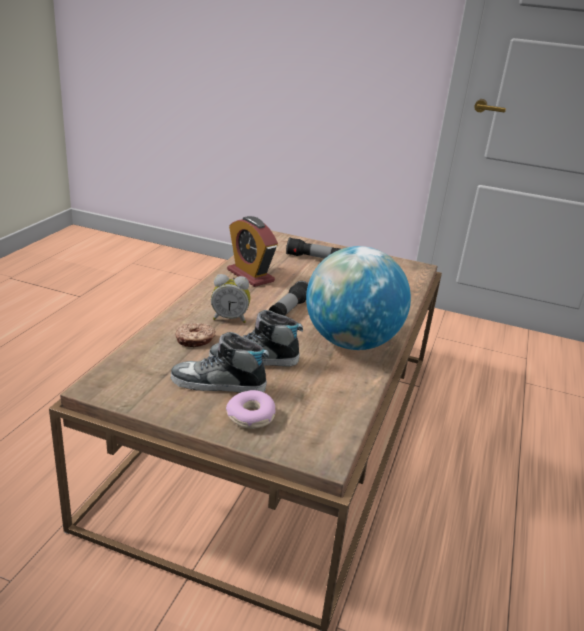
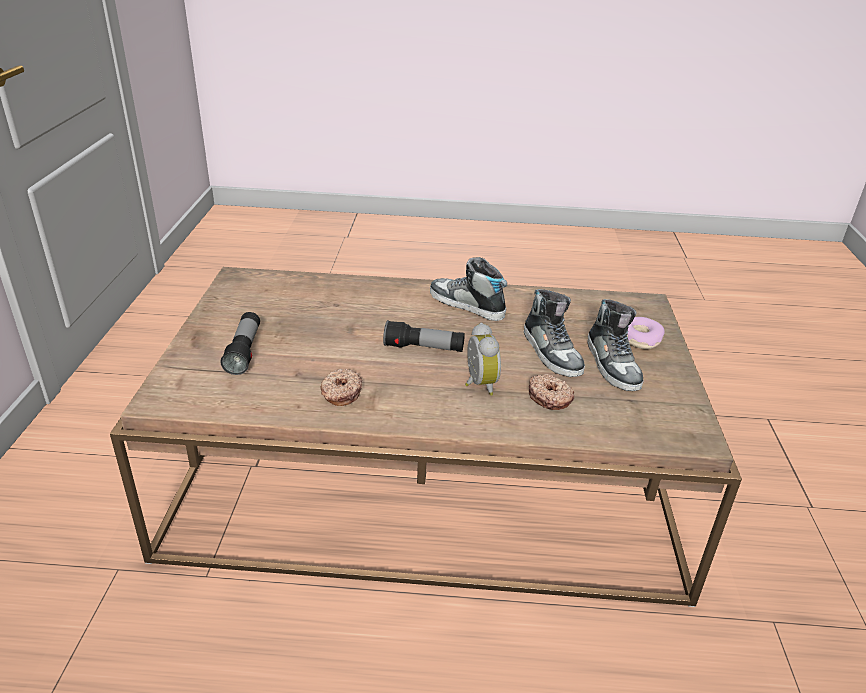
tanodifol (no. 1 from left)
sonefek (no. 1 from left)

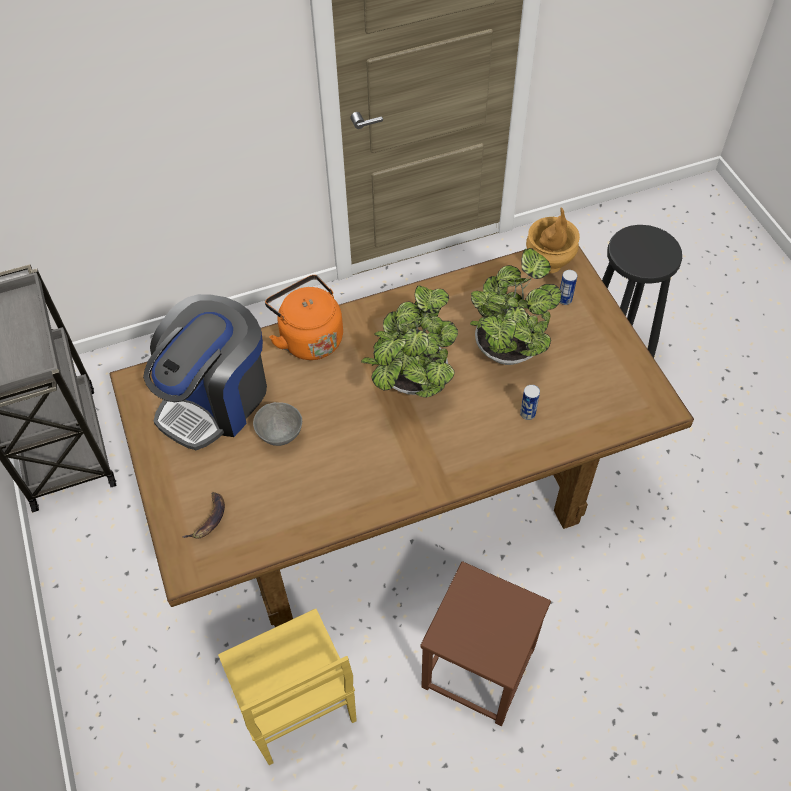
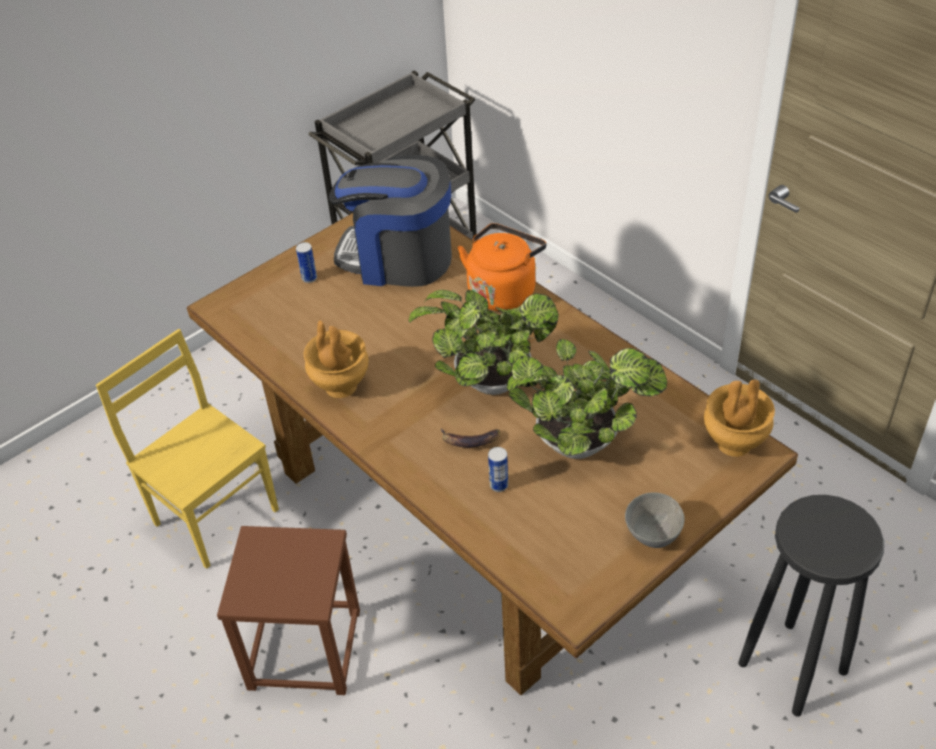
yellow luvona
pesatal (no. 1 from left)
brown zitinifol (no. 1 from left)
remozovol
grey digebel

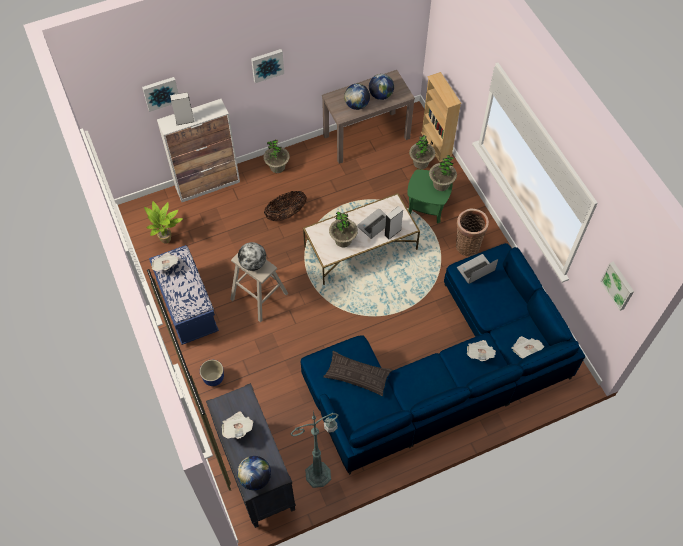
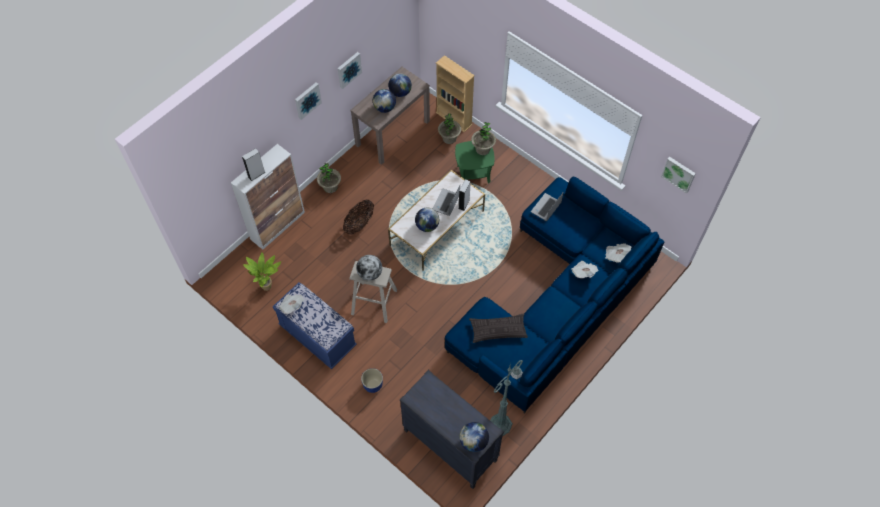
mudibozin (no. 2 from left)
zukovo (no. 4 from left)
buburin (no. 2 from left in the first image)
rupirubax (no. 2 from left in the first image)

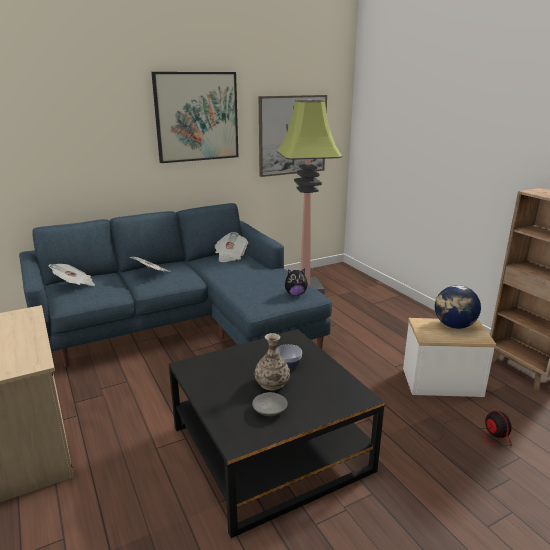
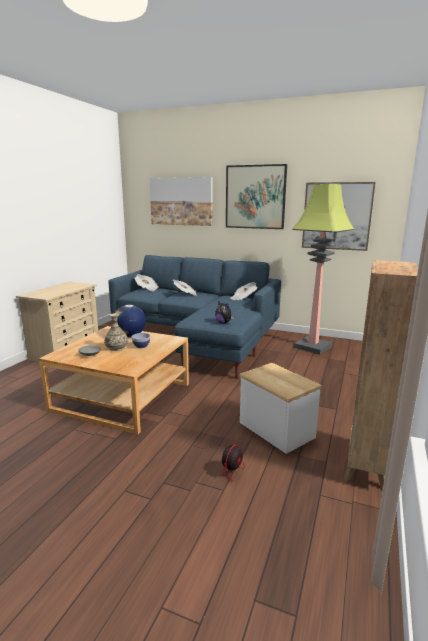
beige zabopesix
zukovo
mudibozin (no. 1 from left)

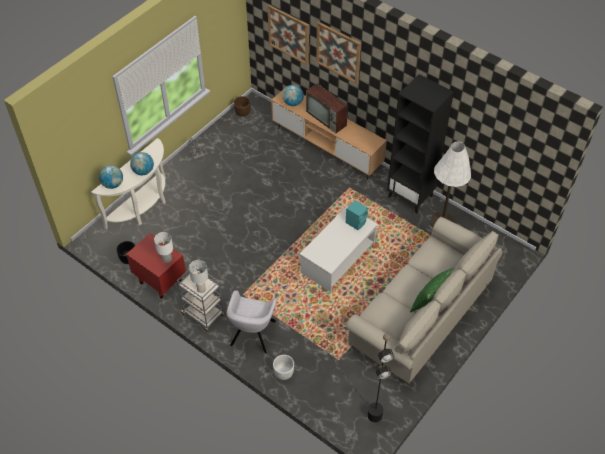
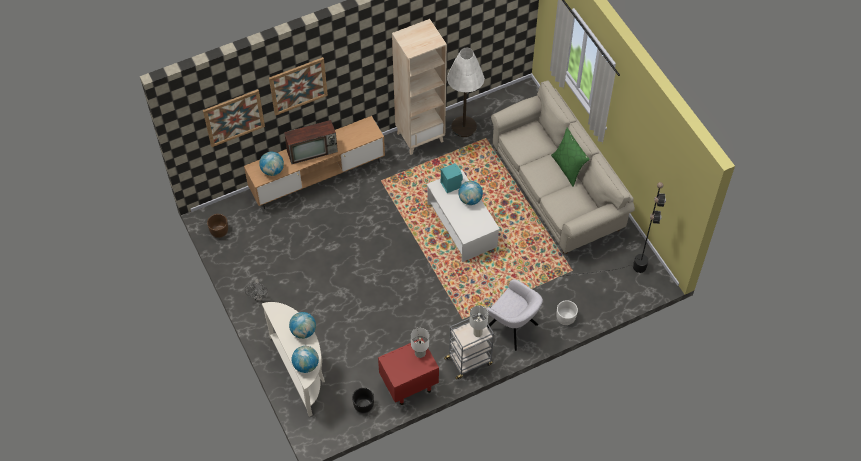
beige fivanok
zukovo (no. 4 from left)

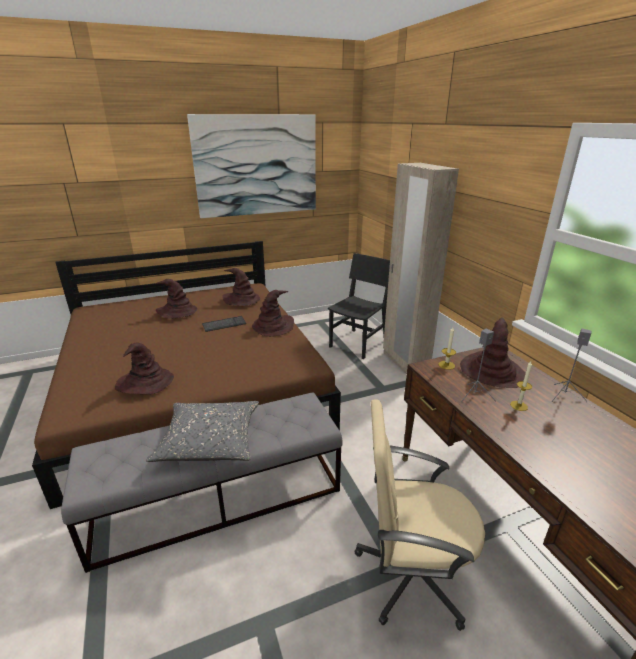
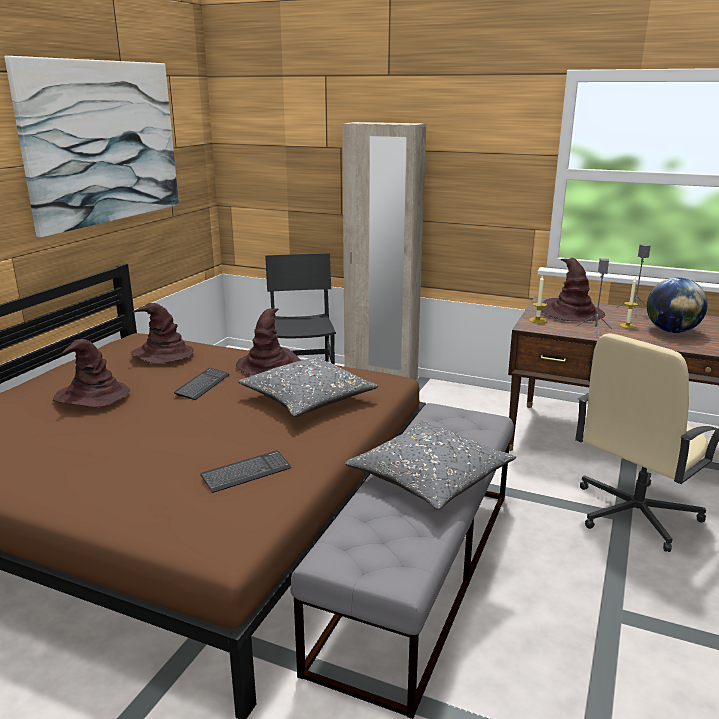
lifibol (no. 2 from left)
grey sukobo (no. 1 from left)
zukovo

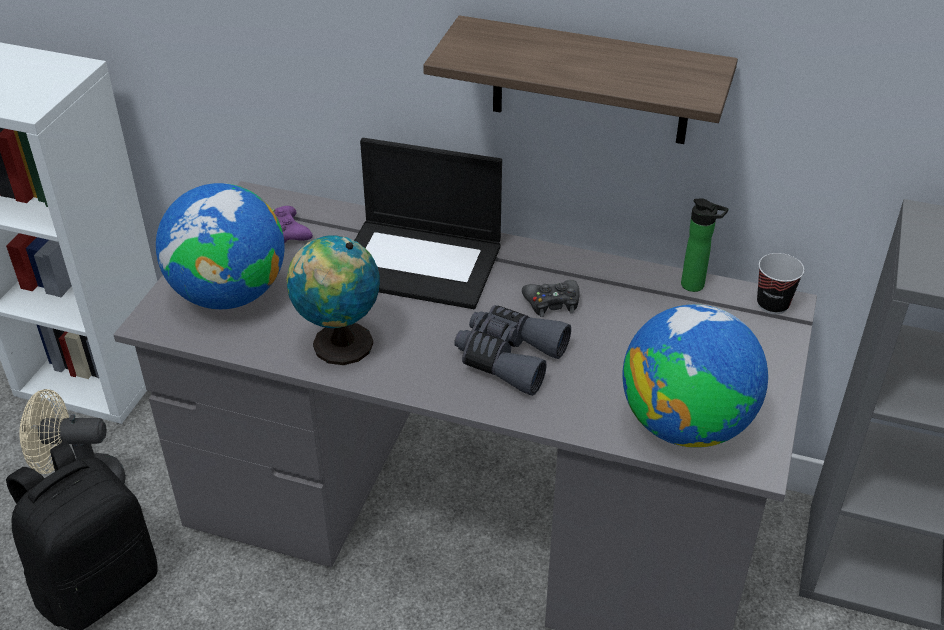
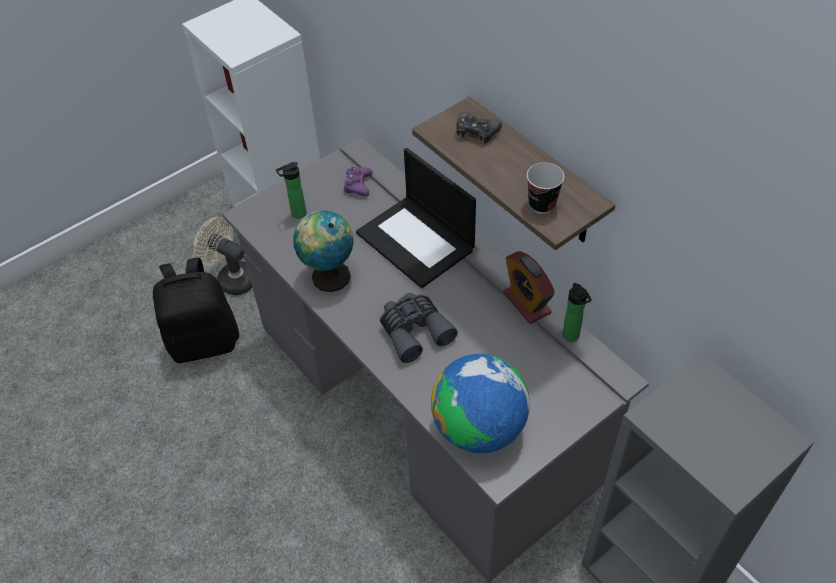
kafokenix (no. 1 from left)
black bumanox
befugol
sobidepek

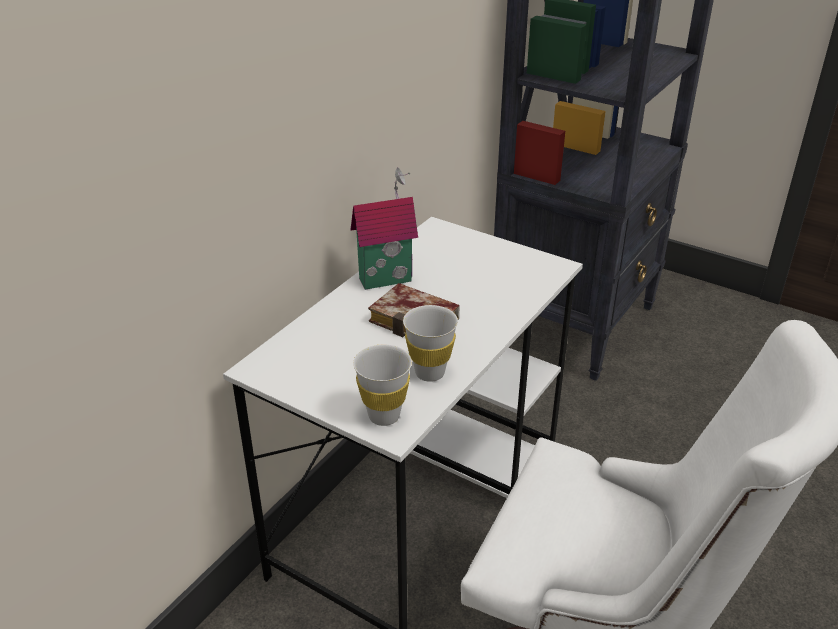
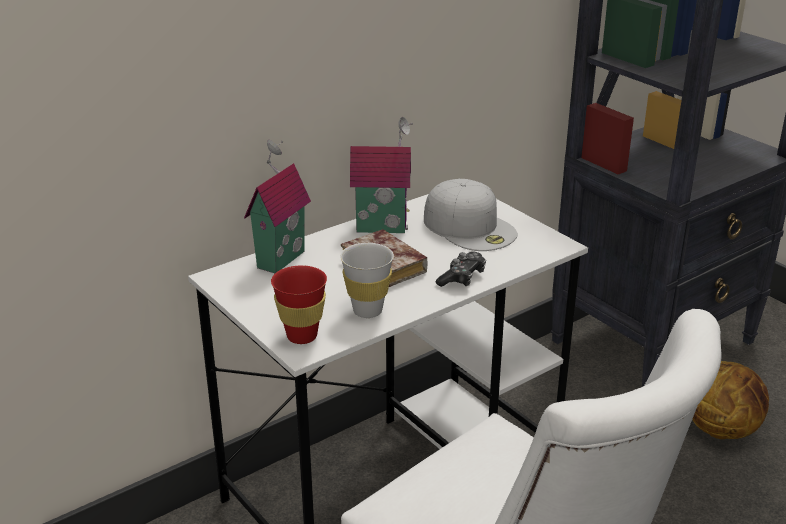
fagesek (no. 1 from left)
red sobidepek
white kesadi
bumanox
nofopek

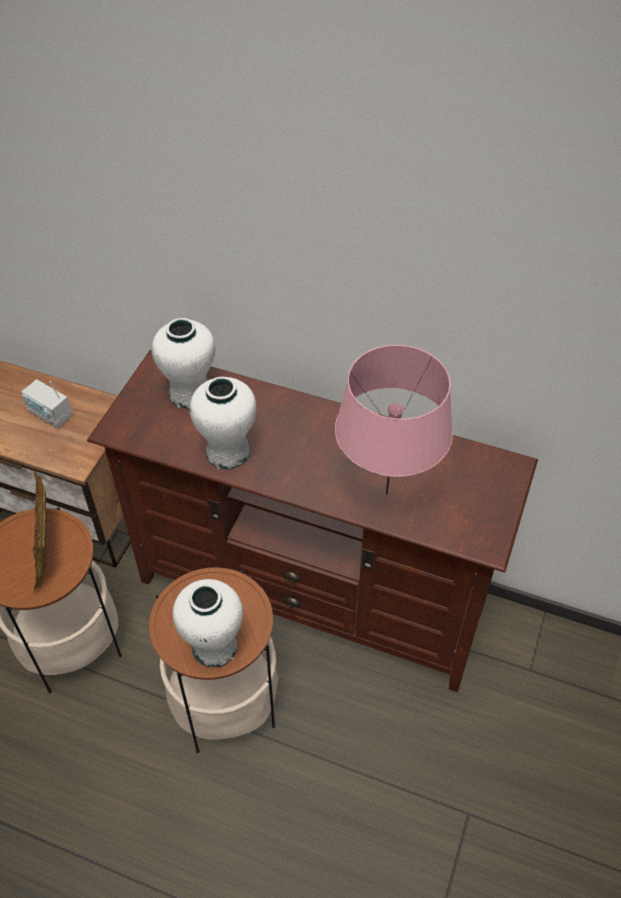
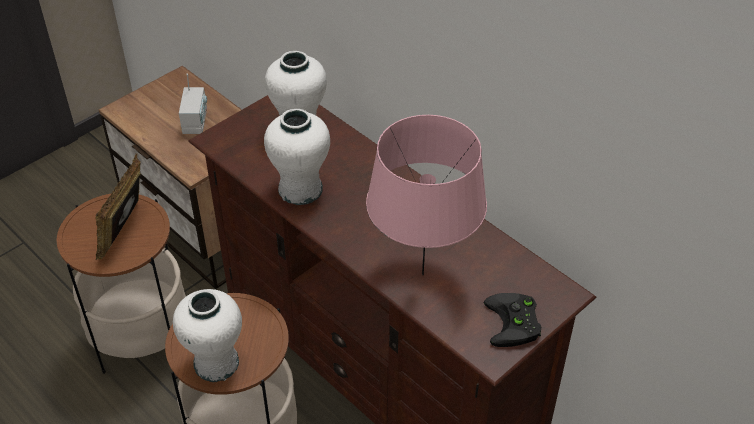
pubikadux
black bumanox

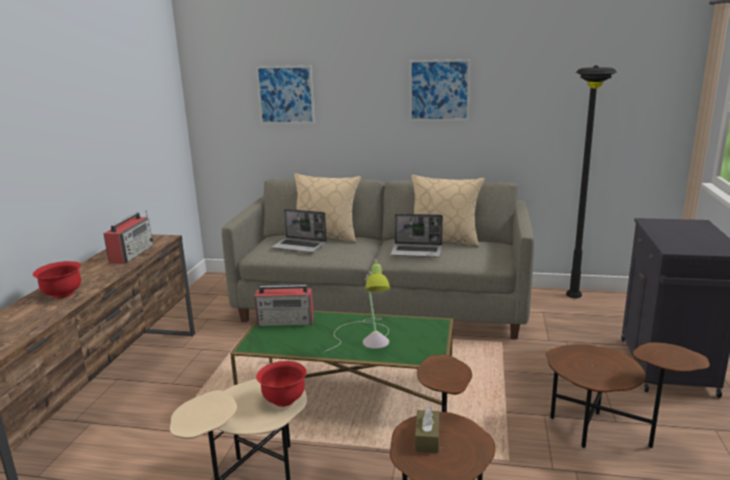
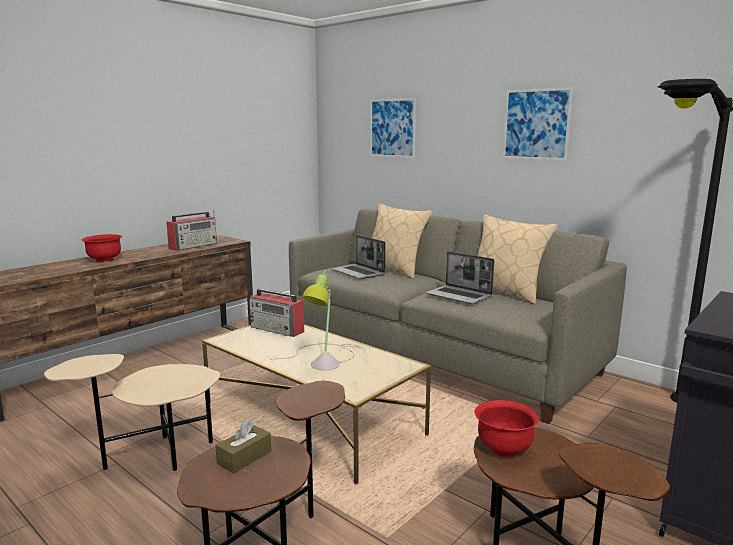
beige zabopesix
red digebel (no. 2 from left)

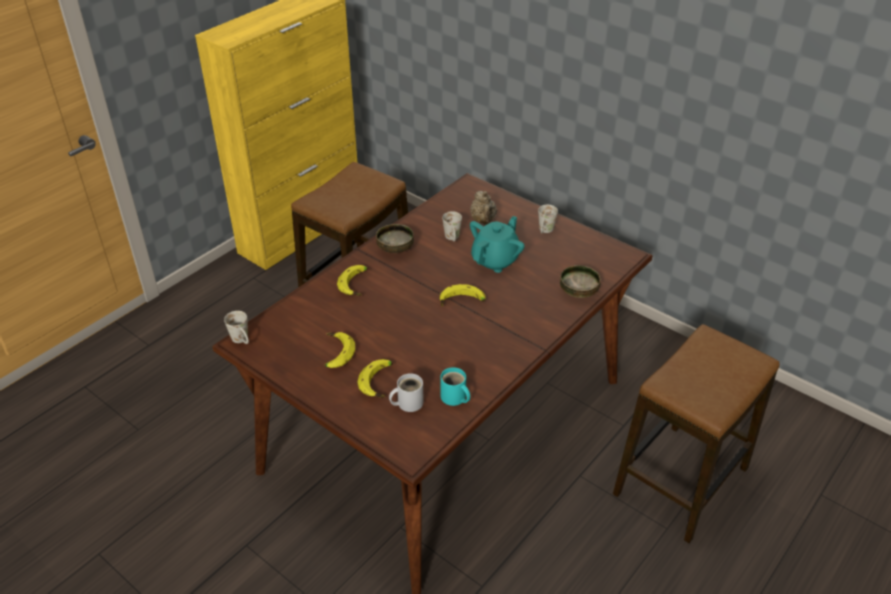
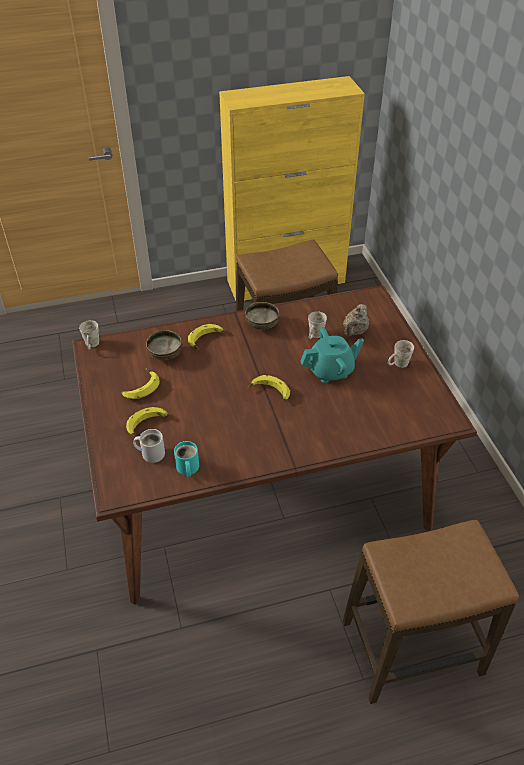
digebel (no. 1 from left)

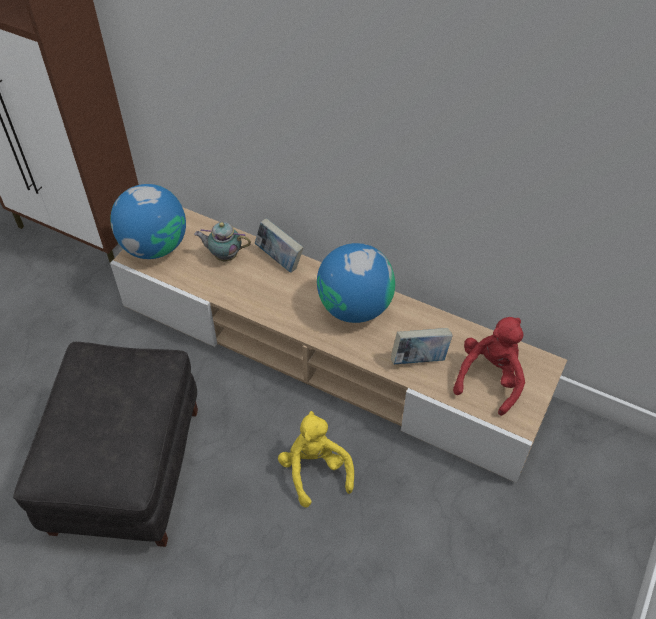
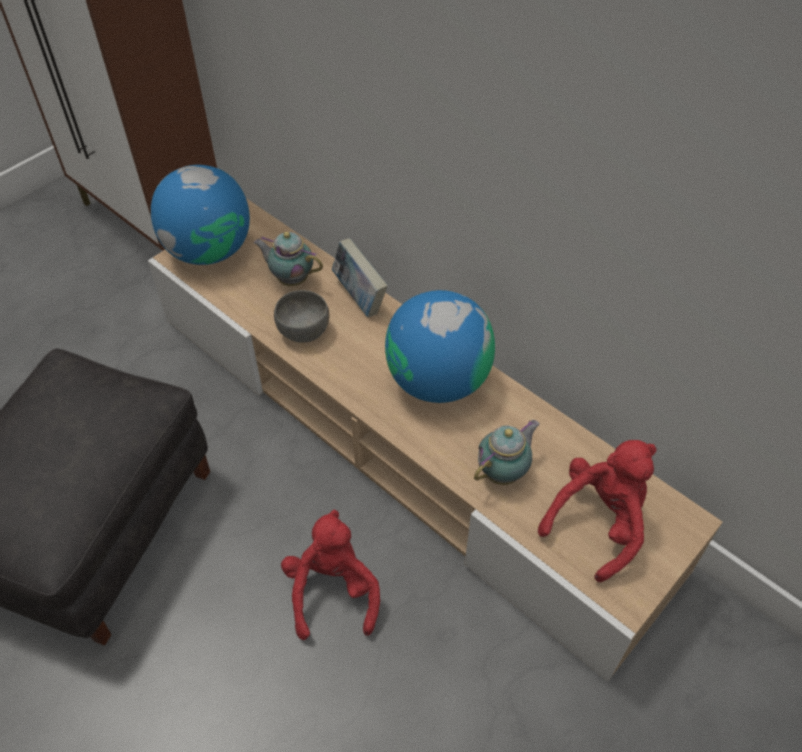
grey digebel
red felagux (no. 1 from left)
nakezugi (no. 2 from left)

